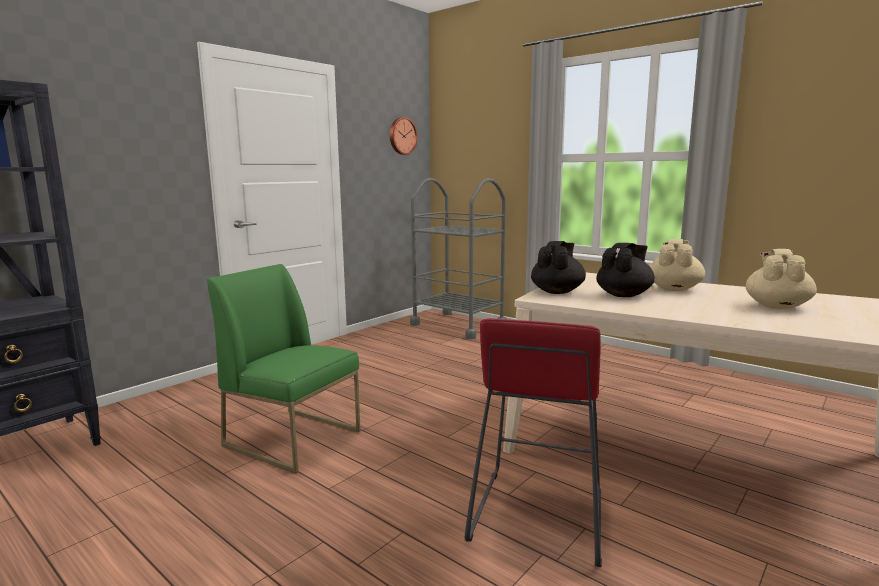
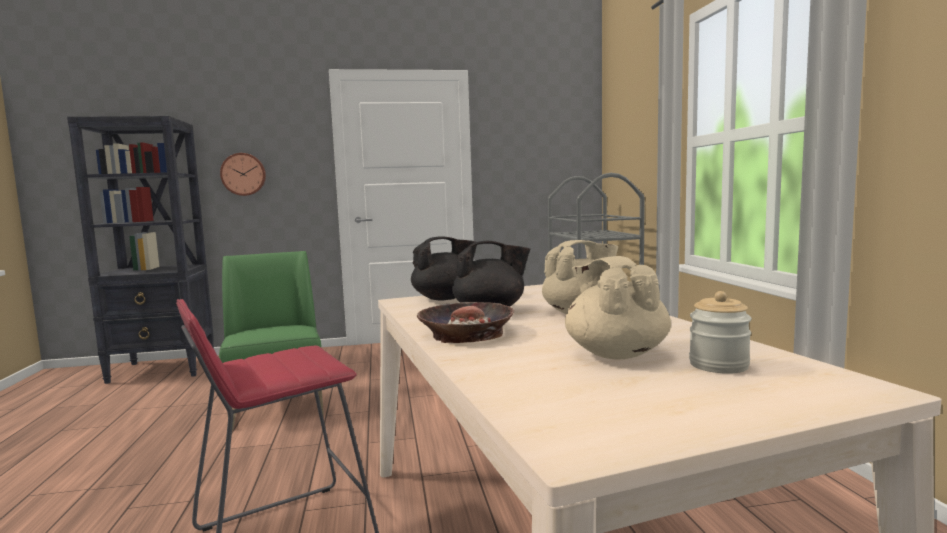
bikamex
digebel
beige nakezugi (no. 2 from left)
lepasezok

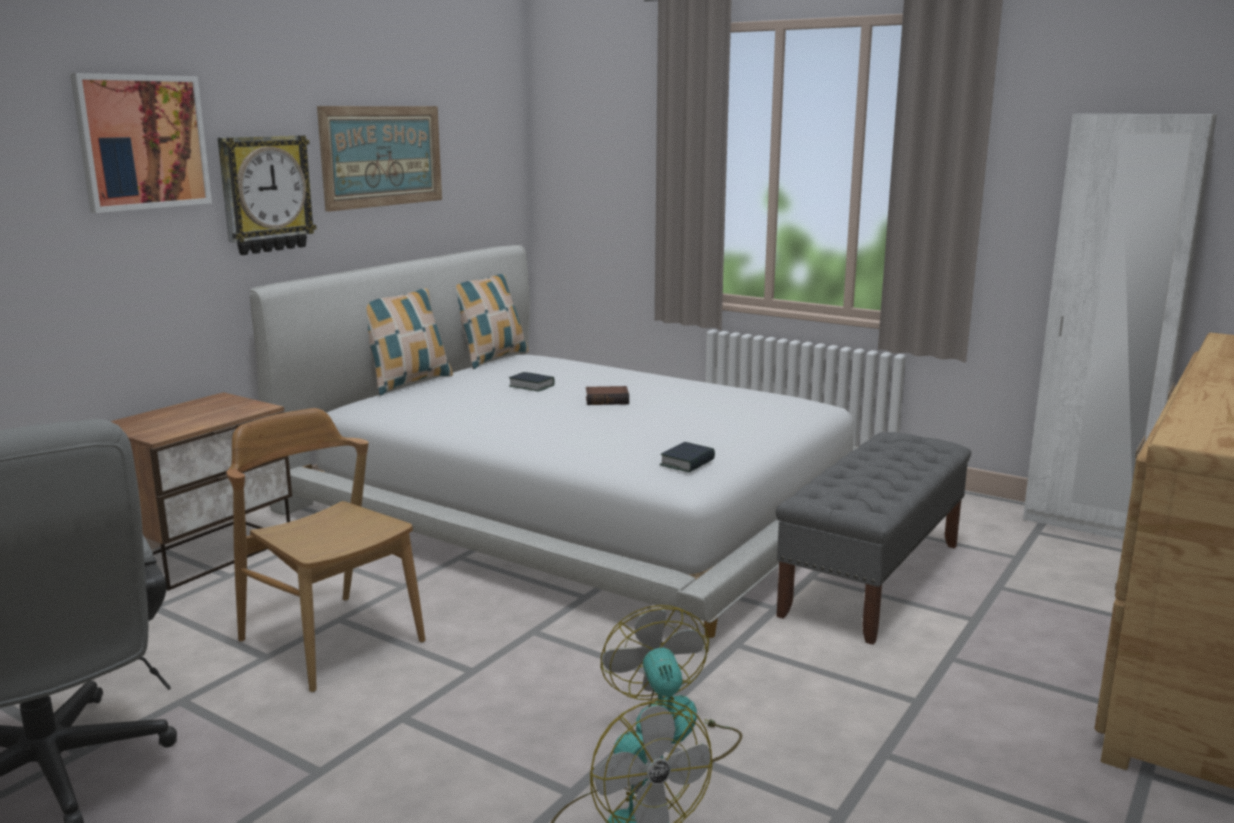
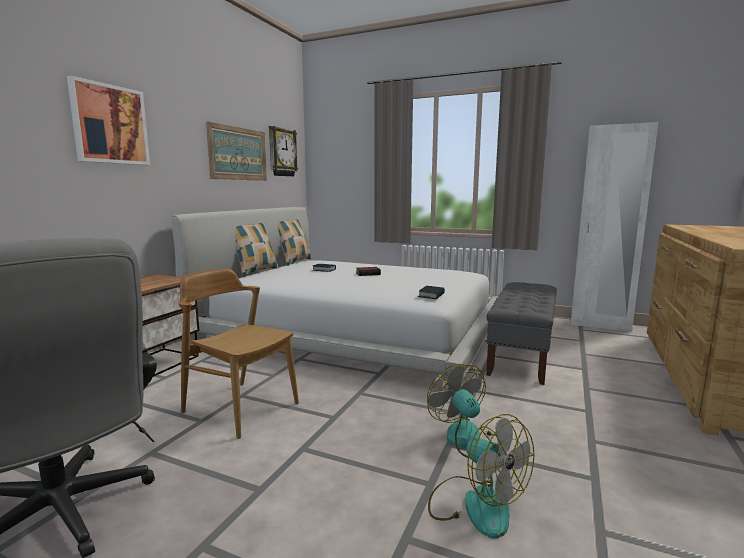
bikamex

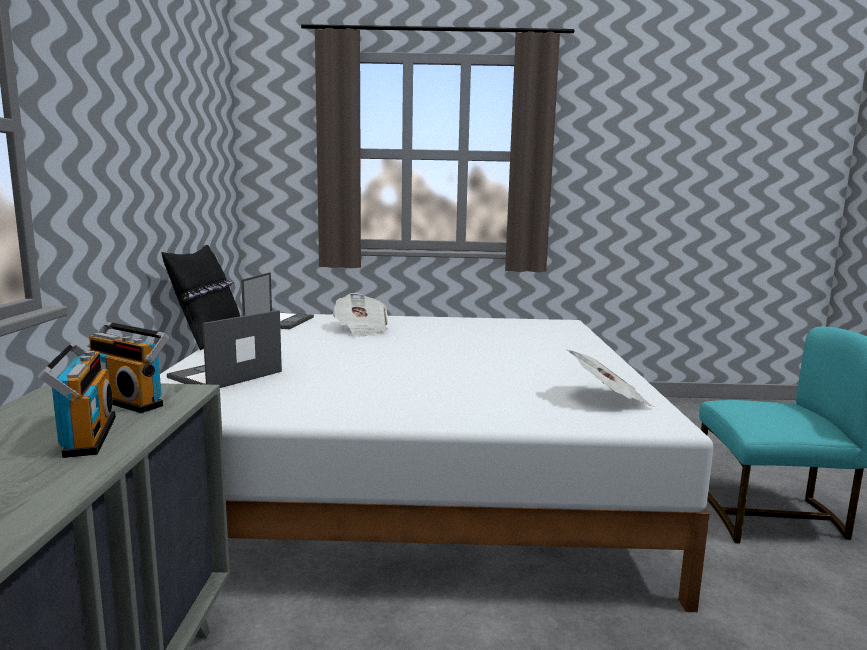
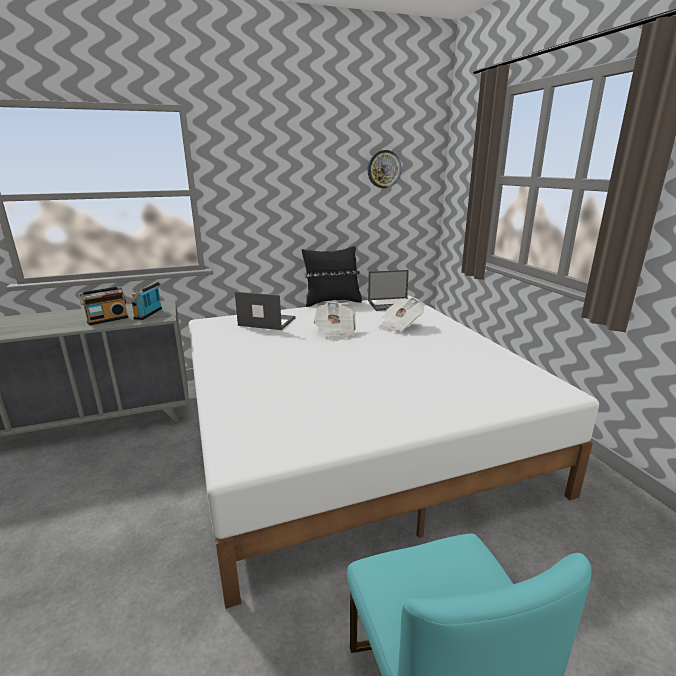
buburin (no. 1 from left)
bikamex

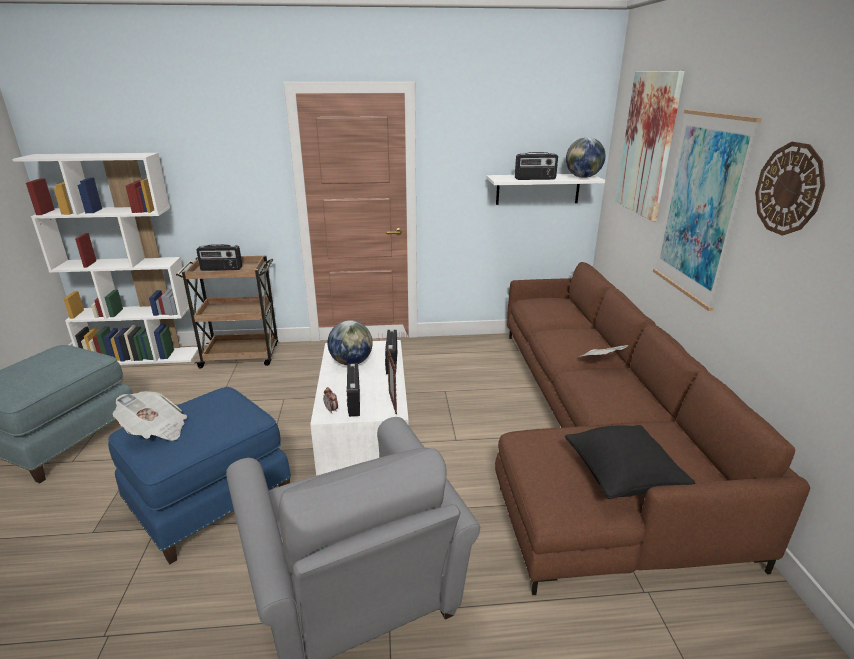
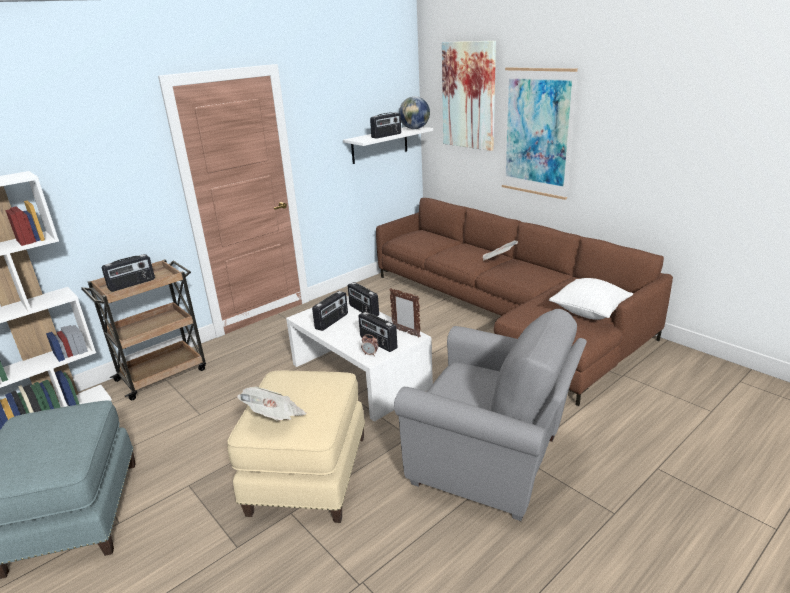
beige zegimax
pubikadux (no. 2 from left)
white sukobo
bikamex

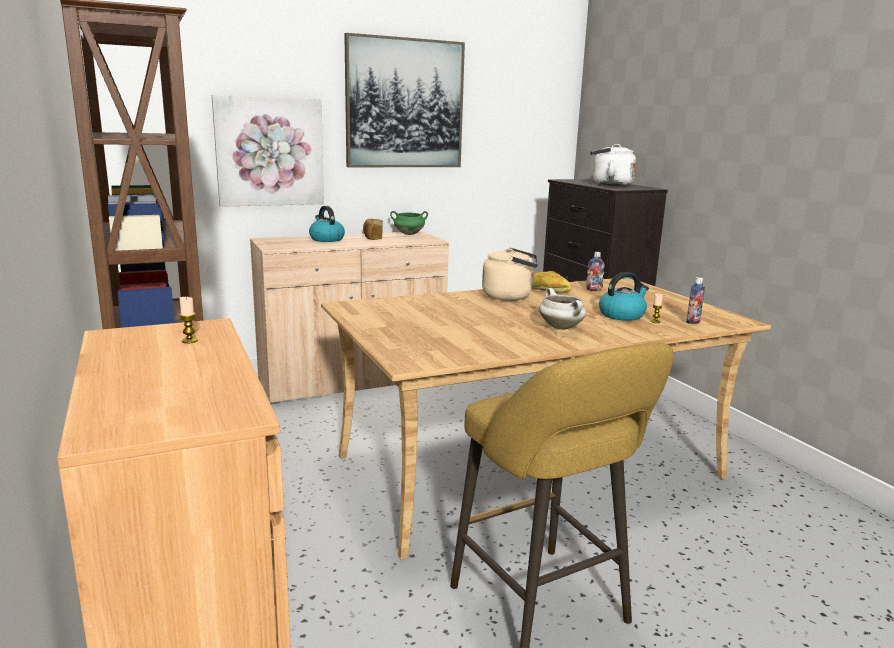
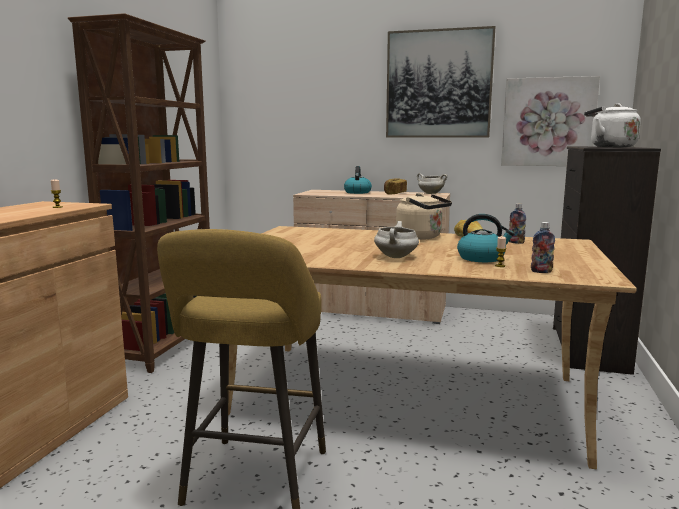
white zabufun (no. 2 from left)
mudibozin (no. 2 from left)

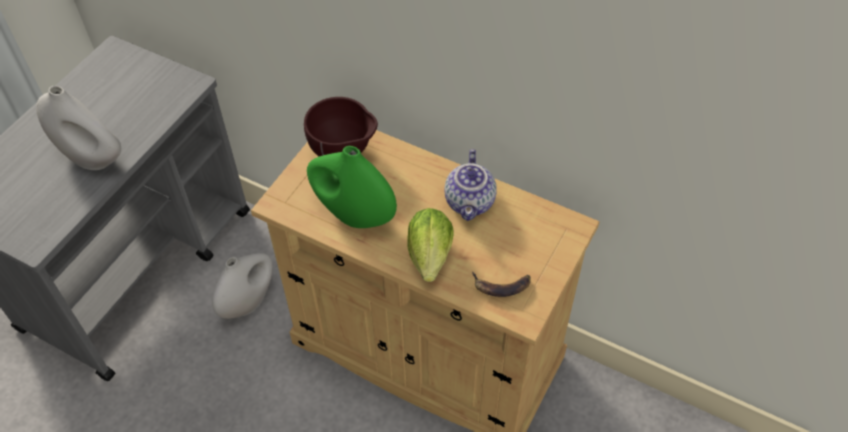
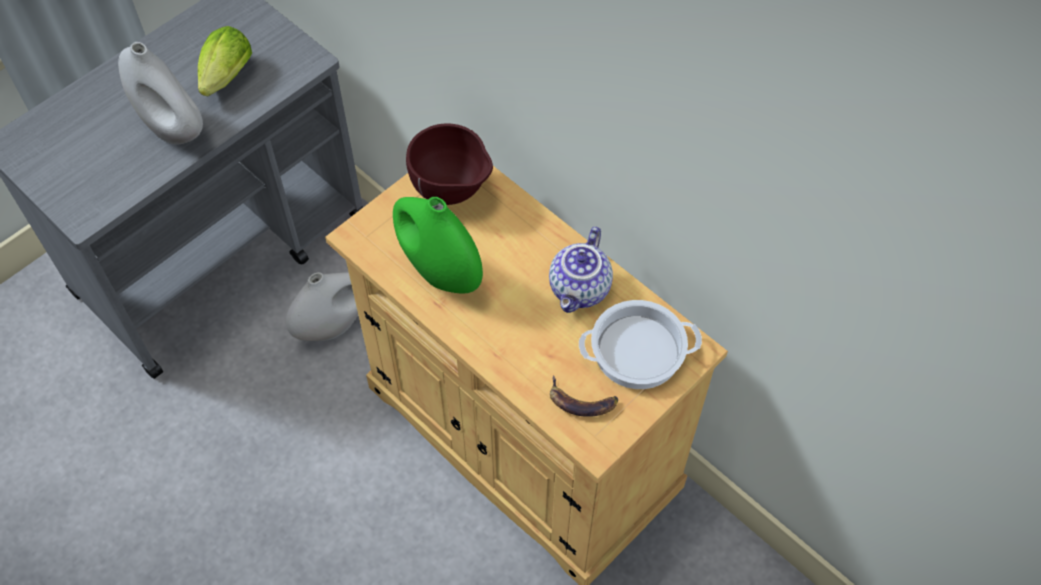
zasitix
zabufun

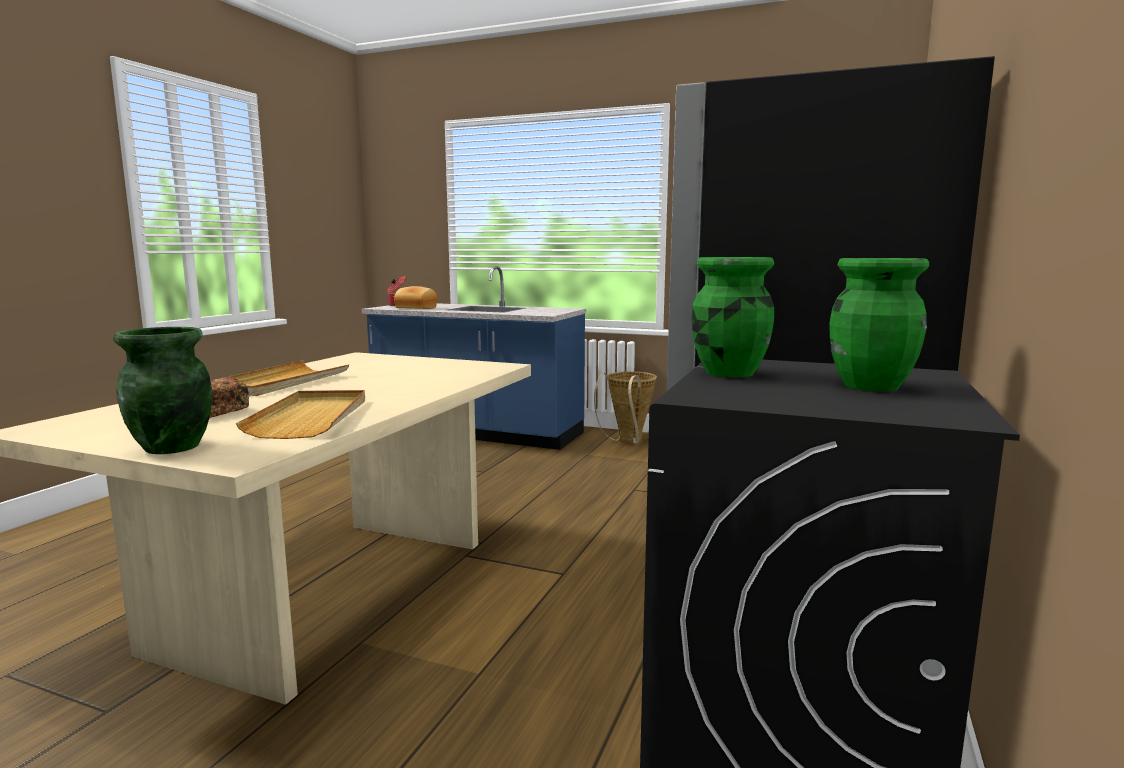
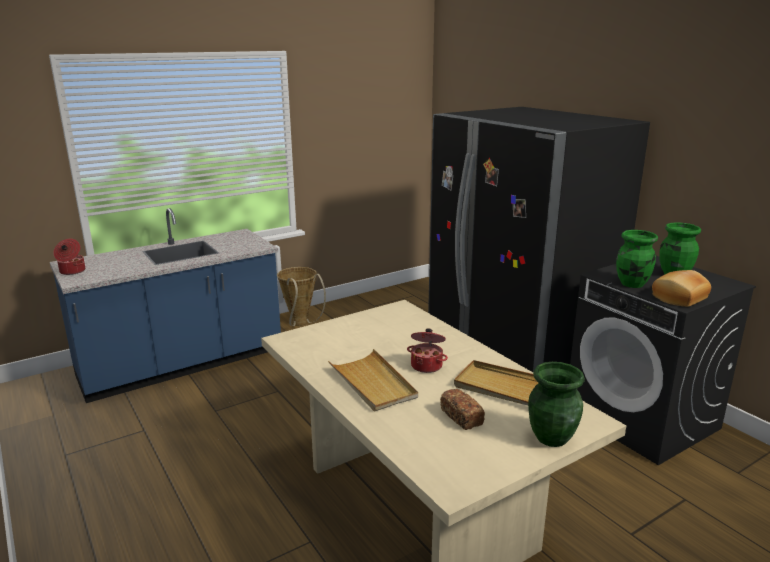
zabufun (no. 2 from left)
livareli (no. 2 from left)

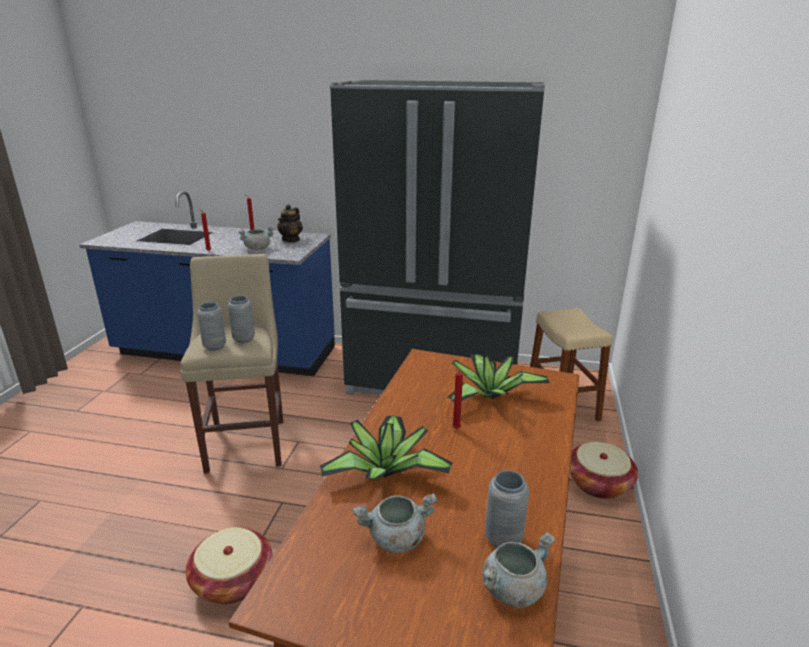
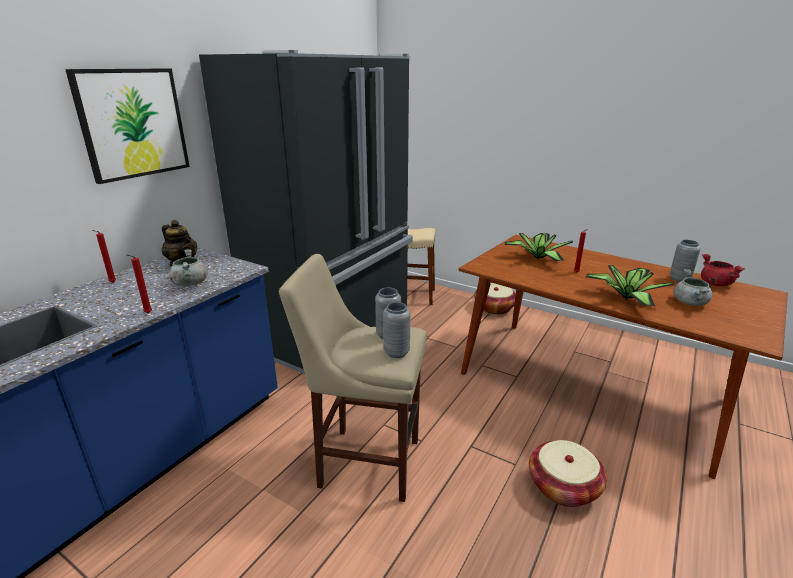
mudibozin
red zabufun

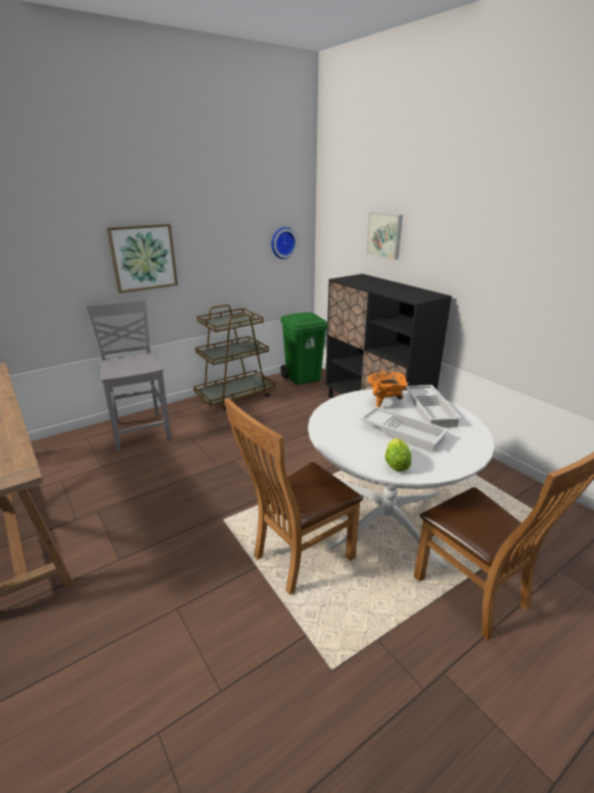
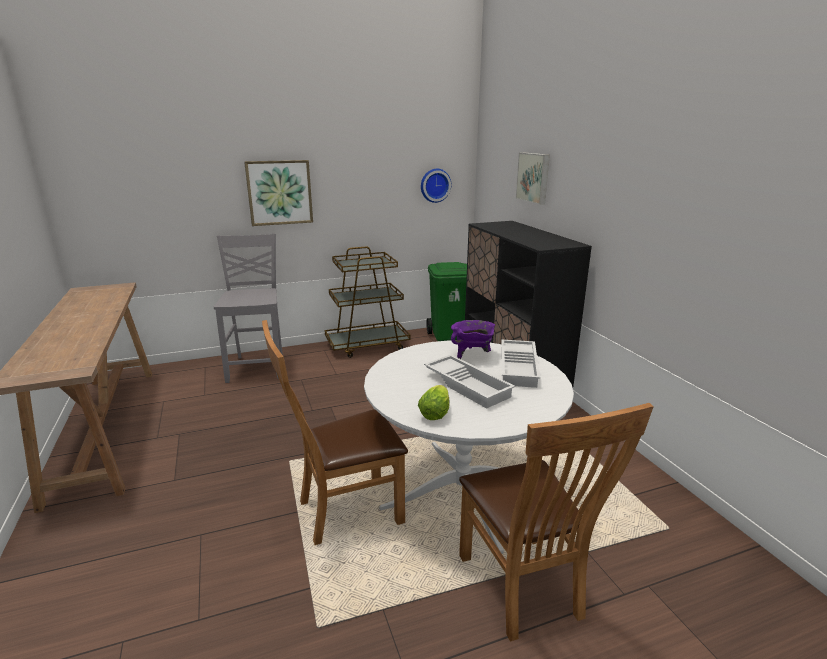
purple zabufun

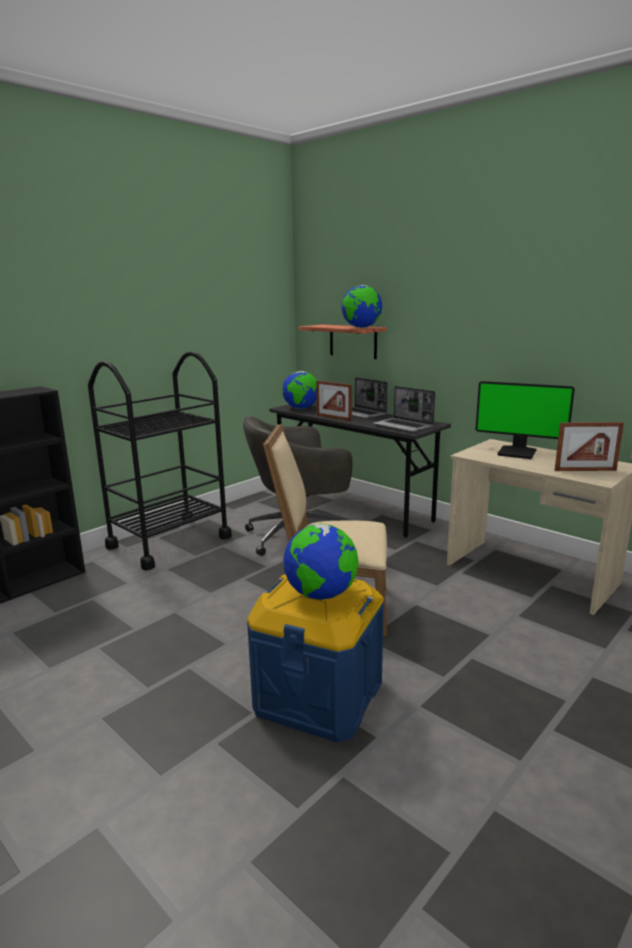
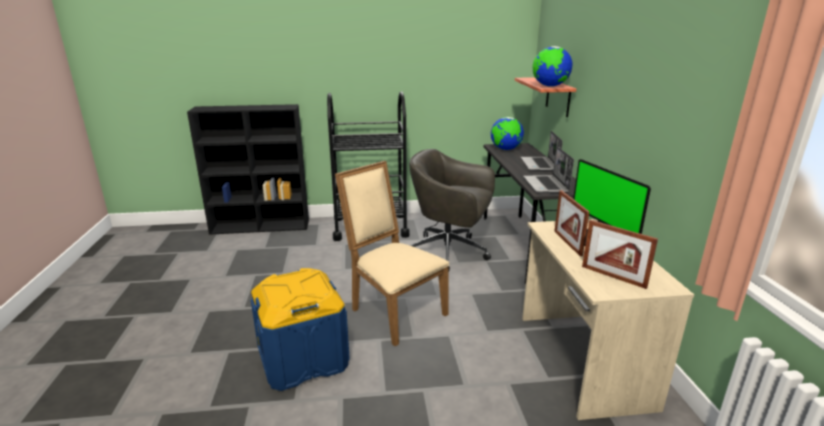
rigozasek (no. 1 from left)
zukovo (no. 2 from left in the first image)

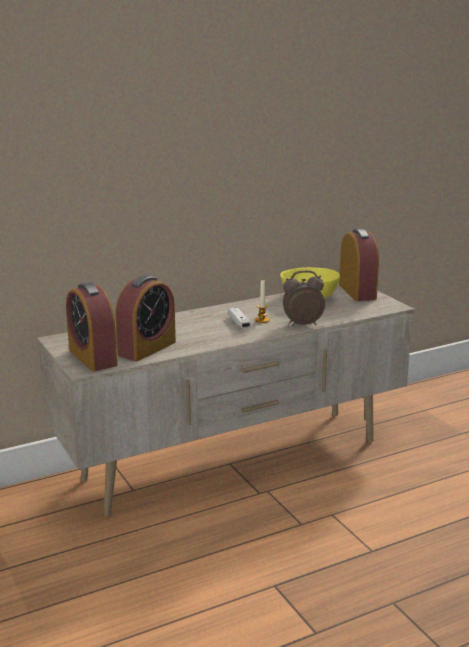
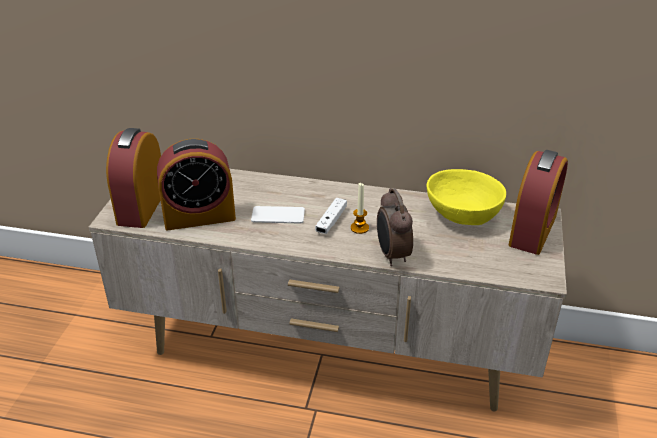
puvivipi
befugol (no. 3 from left)

